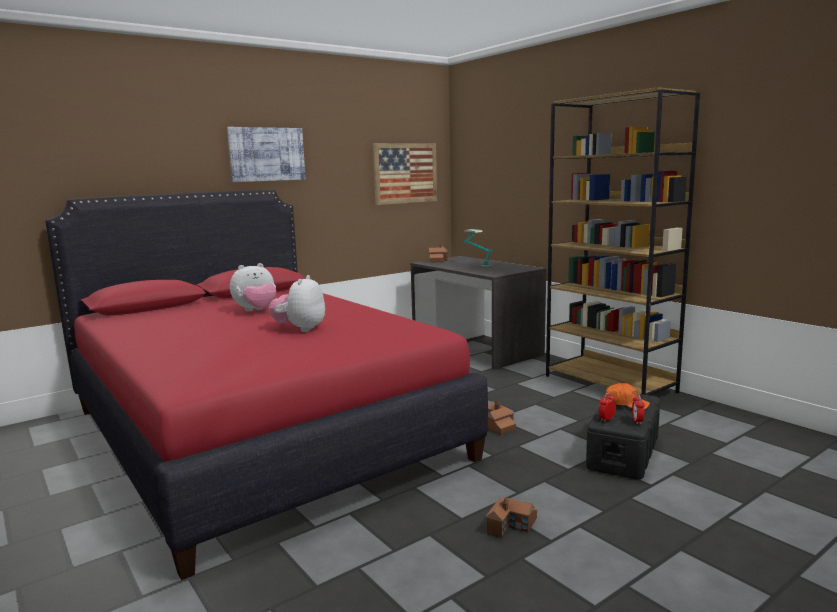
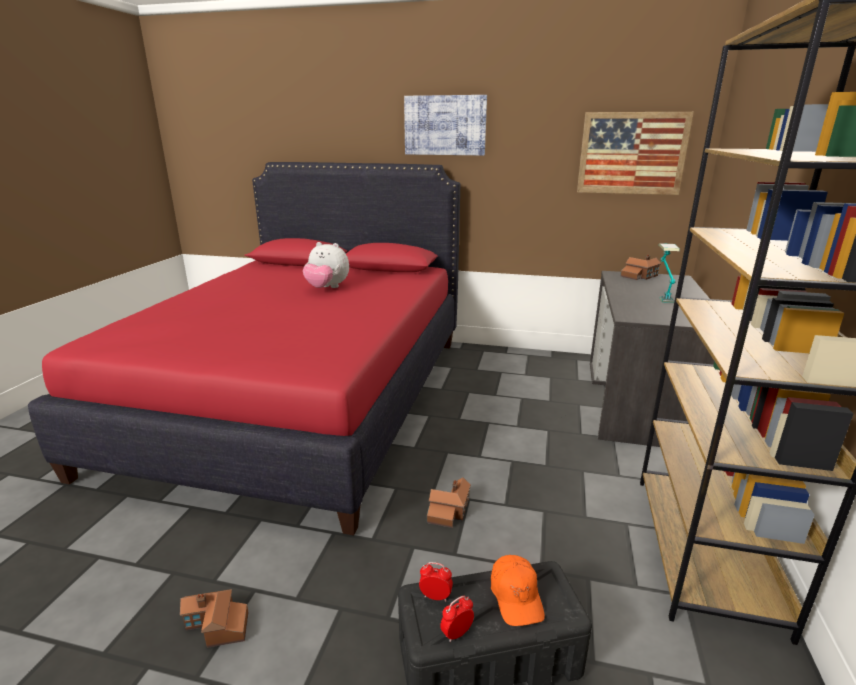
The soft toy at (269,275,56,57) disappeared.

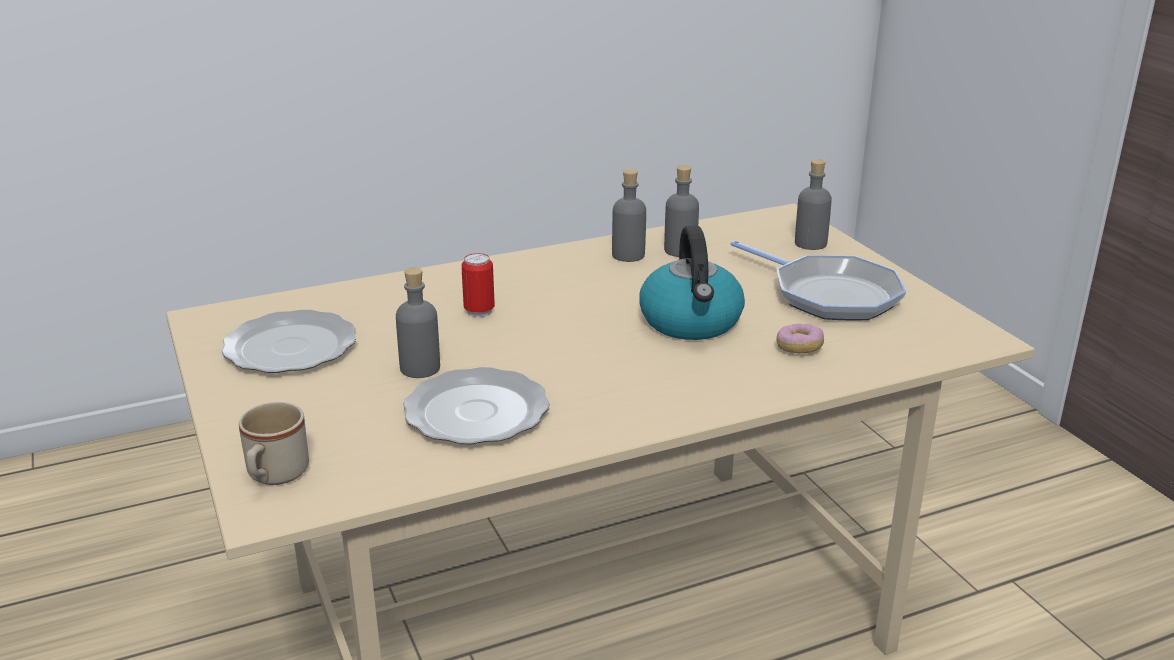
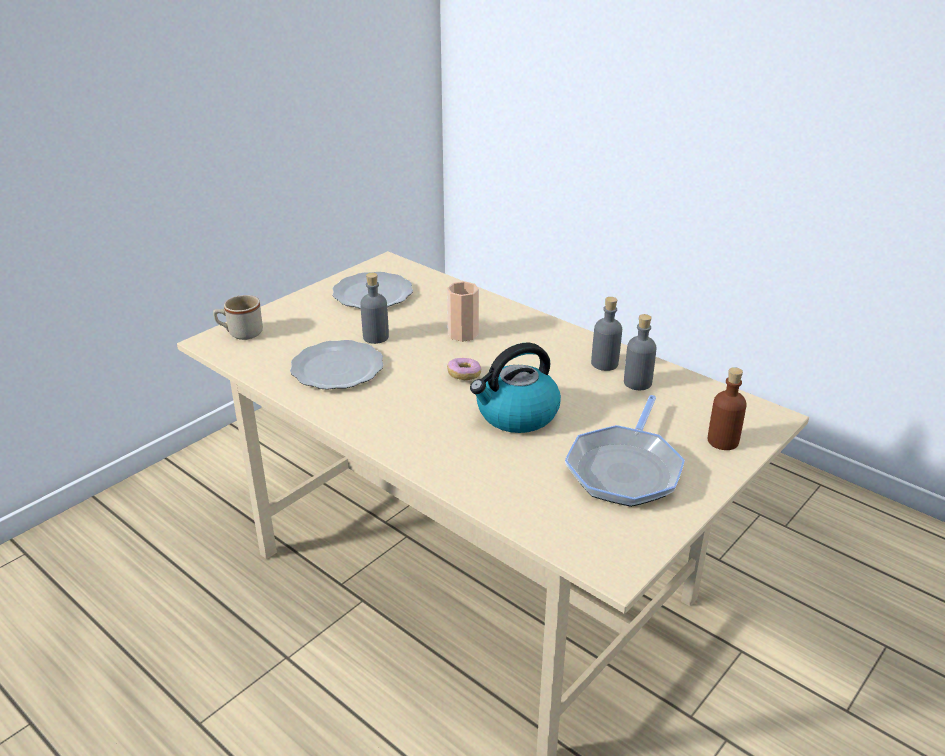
The ring doughnut moved from (777,324,47,29) to (447,358,34,22). The metal can at (462,253,33,64) was replaced by the drinking cup at (447,281,32,61). The grey bottle at (795,159,37,91) became the brownish bottle at (707,367,40,83).

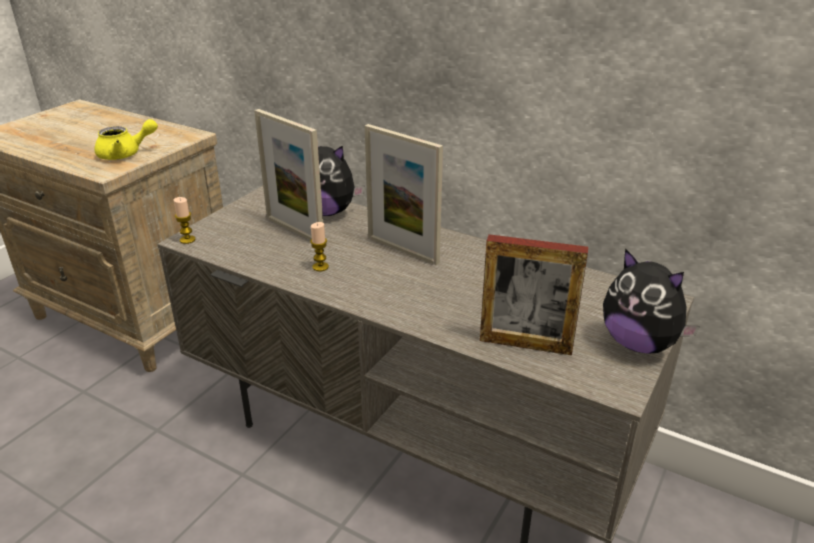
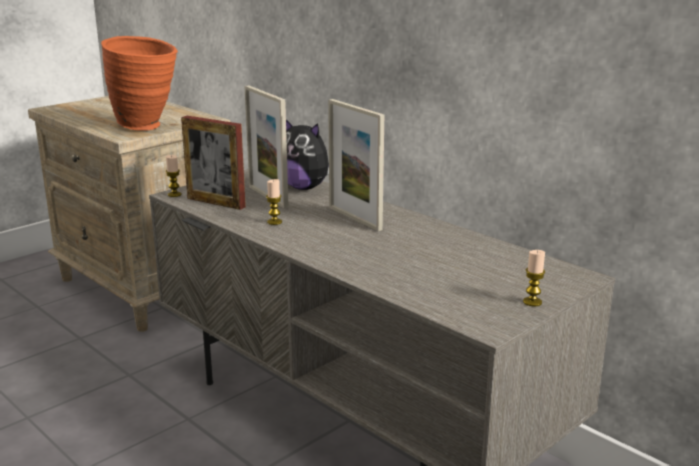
The photo frame moved from (480,234,108,121) to (181,116,65,94). The yellow tea pot at (94,119,64,41) was replaced by the orangey flower vase at (101,36,77,95). The soft toy at (603,248,97,106) was replaced by the wax light at (523,250,22,56).

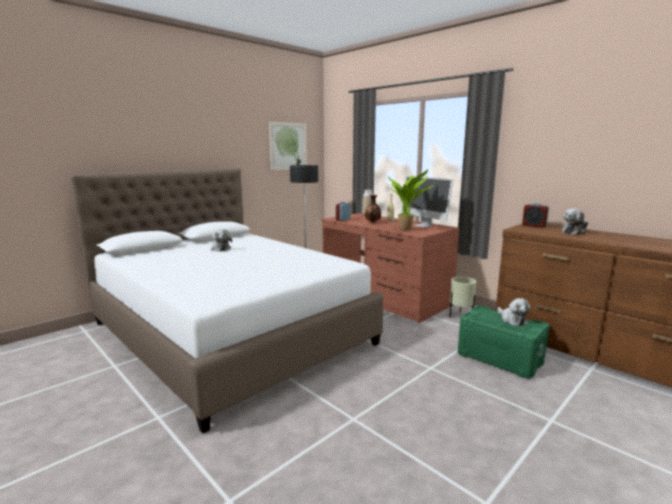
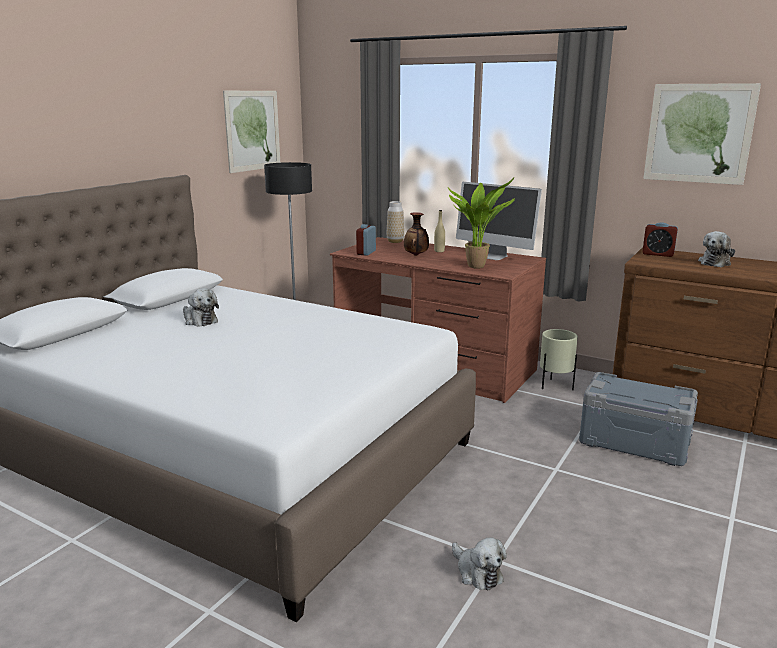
The wall picture at (643,83,118,102) appeared. The soft toy moved from (497,298,34,28) to (452,537,55,53). The greenish storage bin at (458,305,91,74) became the grey storage bin at (579,372,119,94).

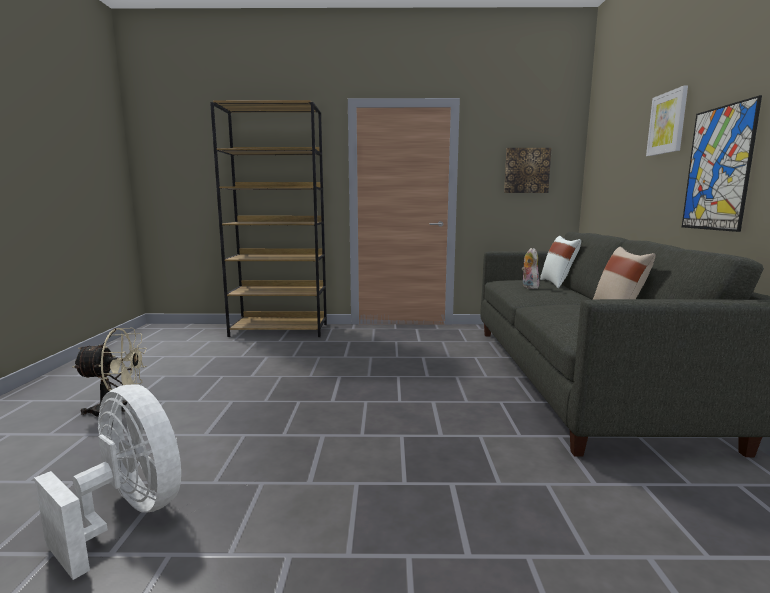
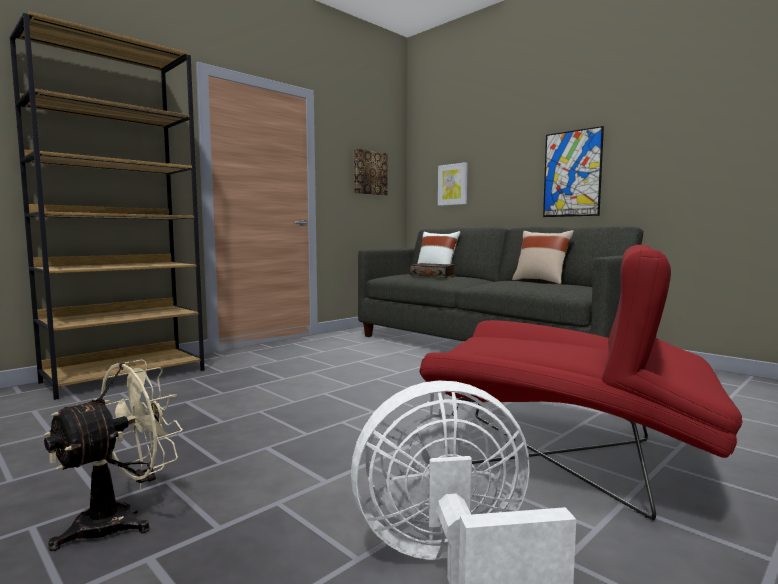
The red armchair at (419,244,324,277) appeared. The wall picture moved from (646,86,42,70) to (438,162,30,44). The soft toy at (522,248,17,41) was replaced by the volume at (410,263,45,15).

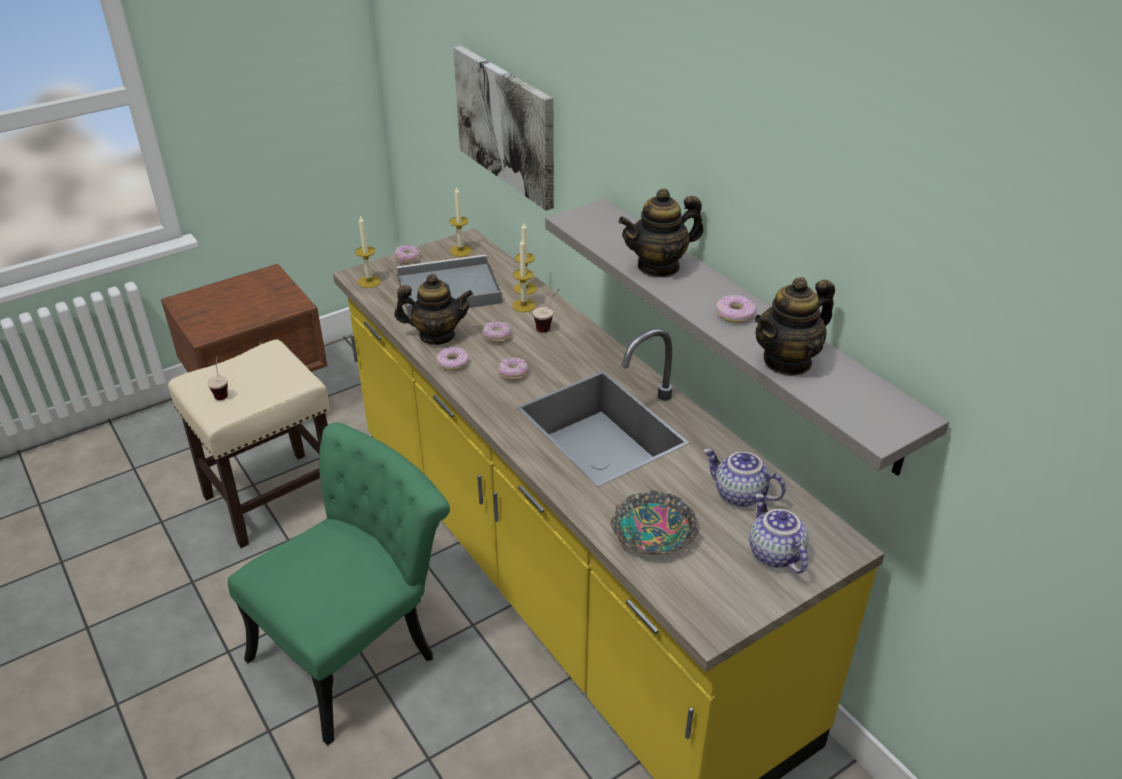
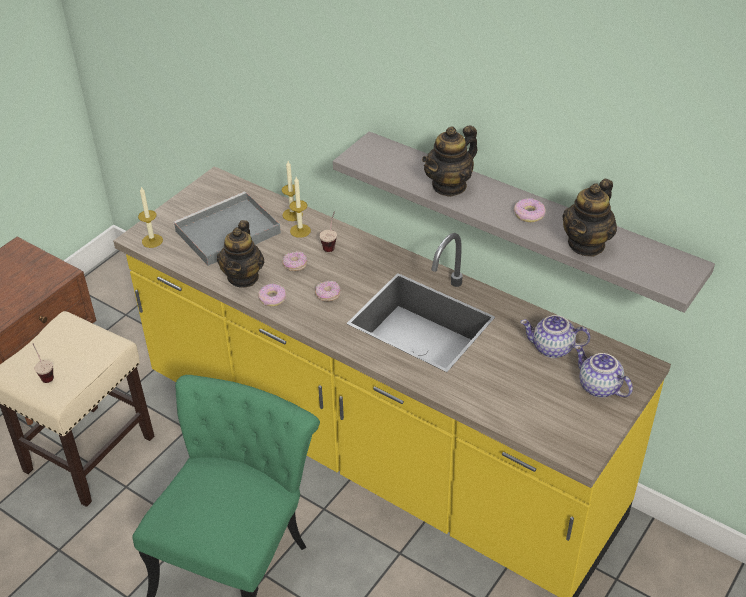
The ring doughnut at (395,245,25,19) disappeared. The wax light at (450,186,22,71) disappeared. The wall picture at (453,46,101,165) disappeared. The serving bowl at (610,490,90,65) disappeared. The tea pot at (394,274,79,71) turned 120 degrees clockwise.

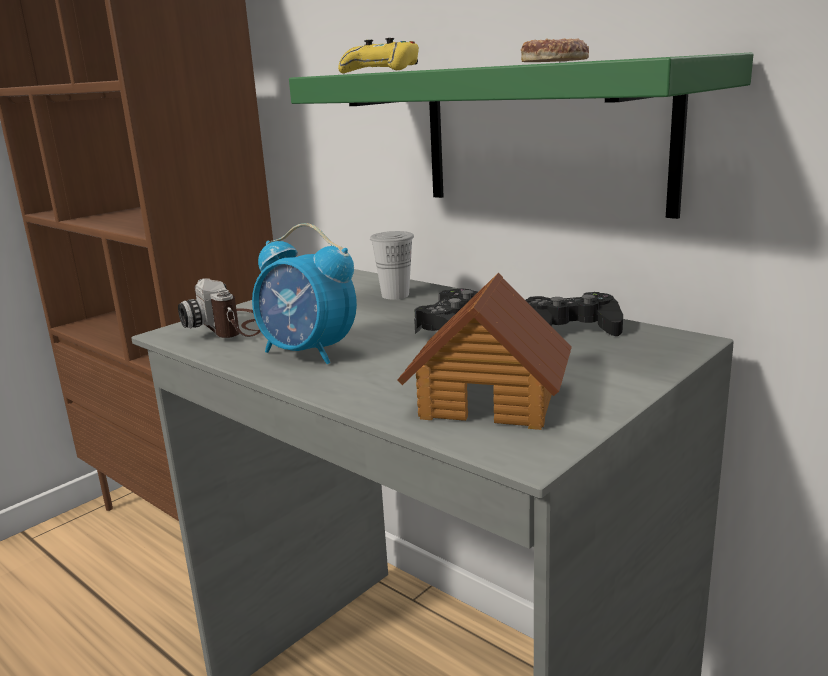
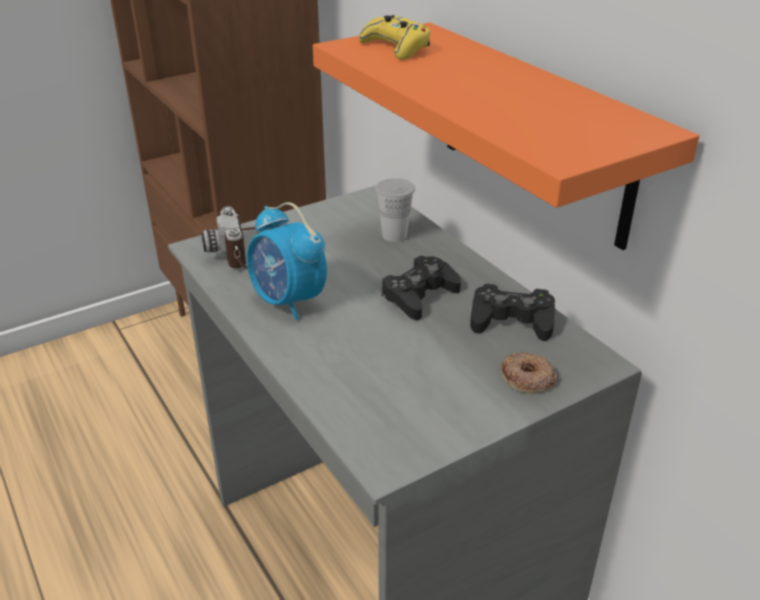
The toy house at (397,273,175,157) disappeared. The ring doughnut moved from (521,38,68,24) to (501,351,56,42). The greenish bracket shelf at (289,53,464,166) became the orangey bracket shelf at (313,23,386,227).

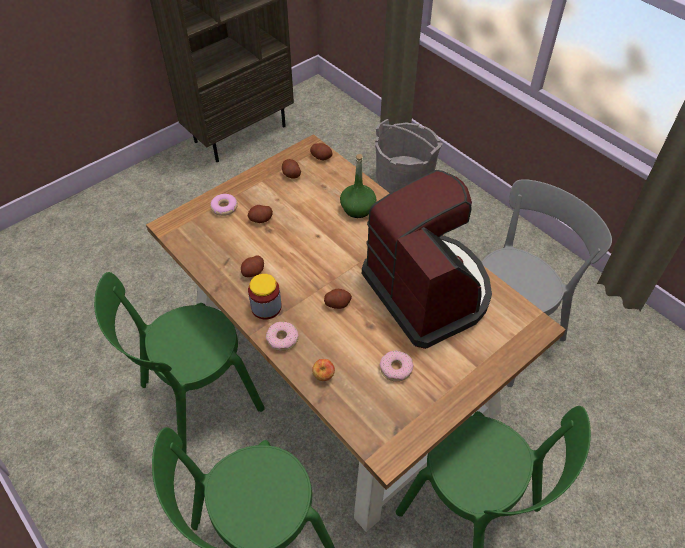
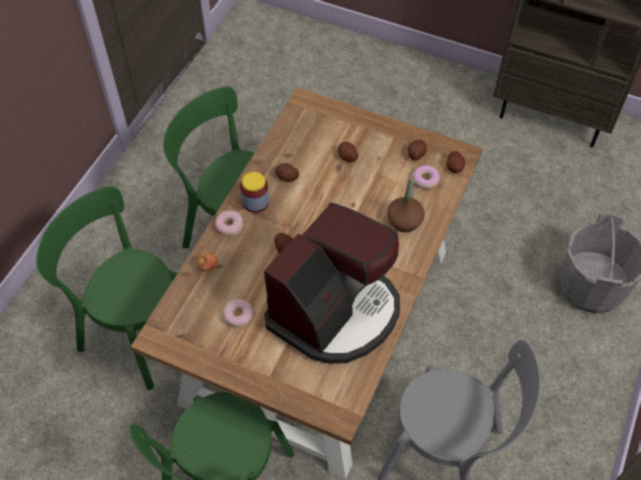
The ring doughnut moved from (210,194,28,22) to (413,165,27,24). The greenish bottle at (340,154,36,64) became the brownish bottle at (387,175,38,57).

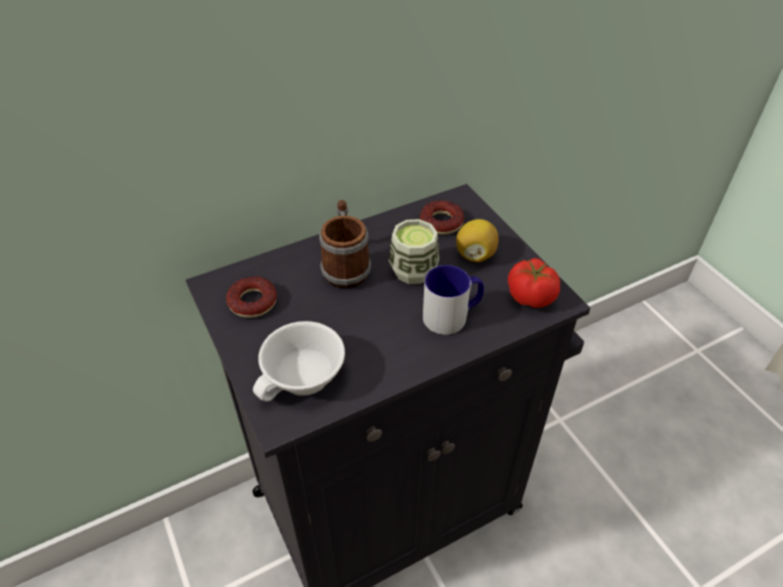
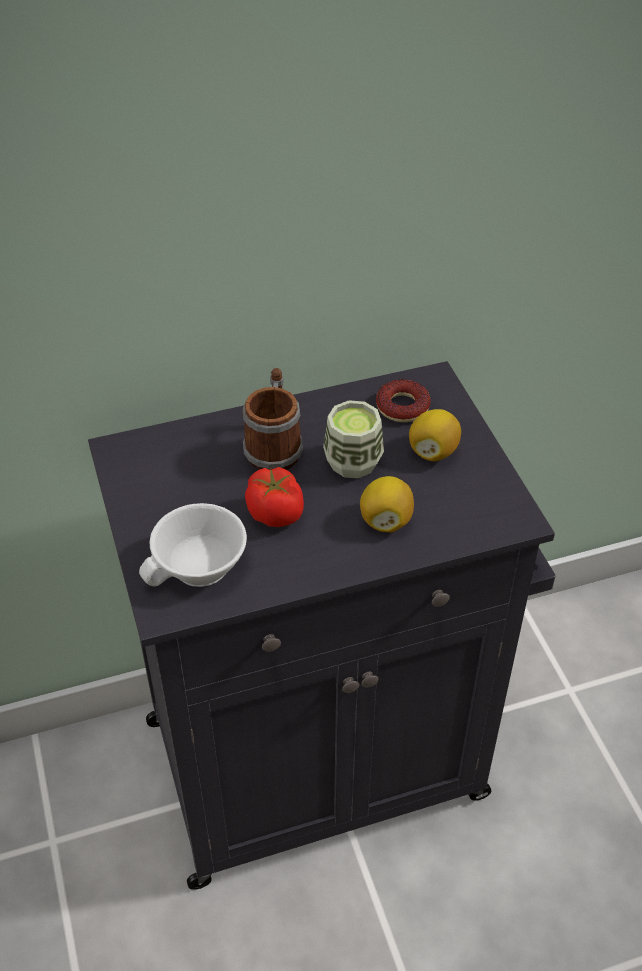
The ring doughnut at (226,276,51,42) disappeared. The whole tomato moved from (508,258,52,50) to (245,467,59,60). The coffee mug at (423,265,61,70) was replaced by the citrus fruit at (360,476,54,56).

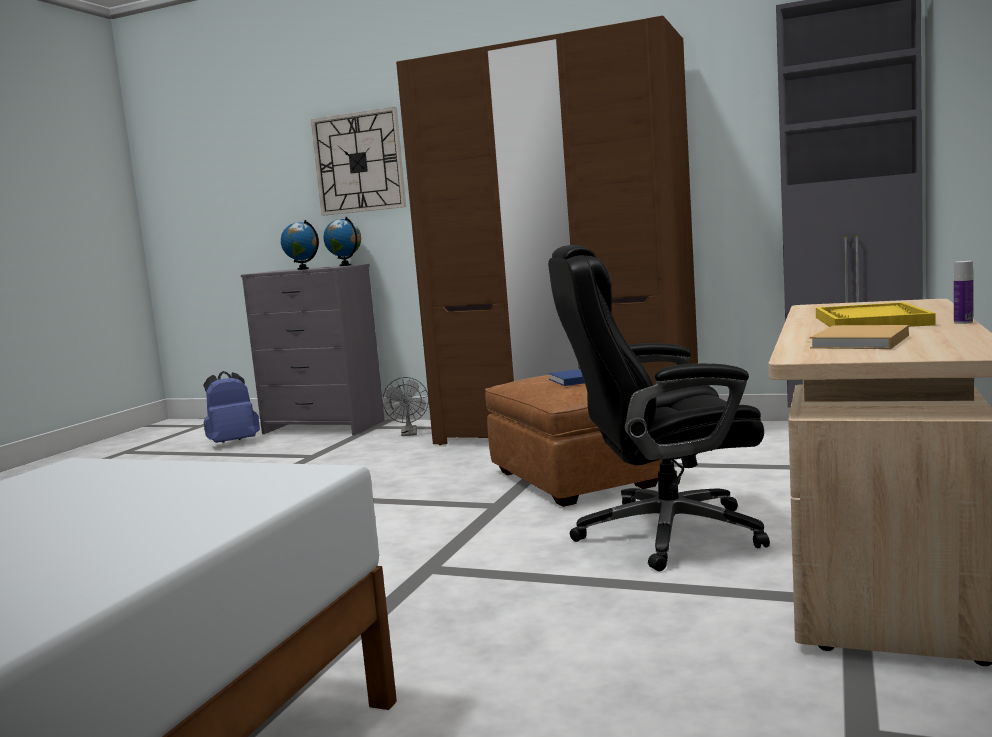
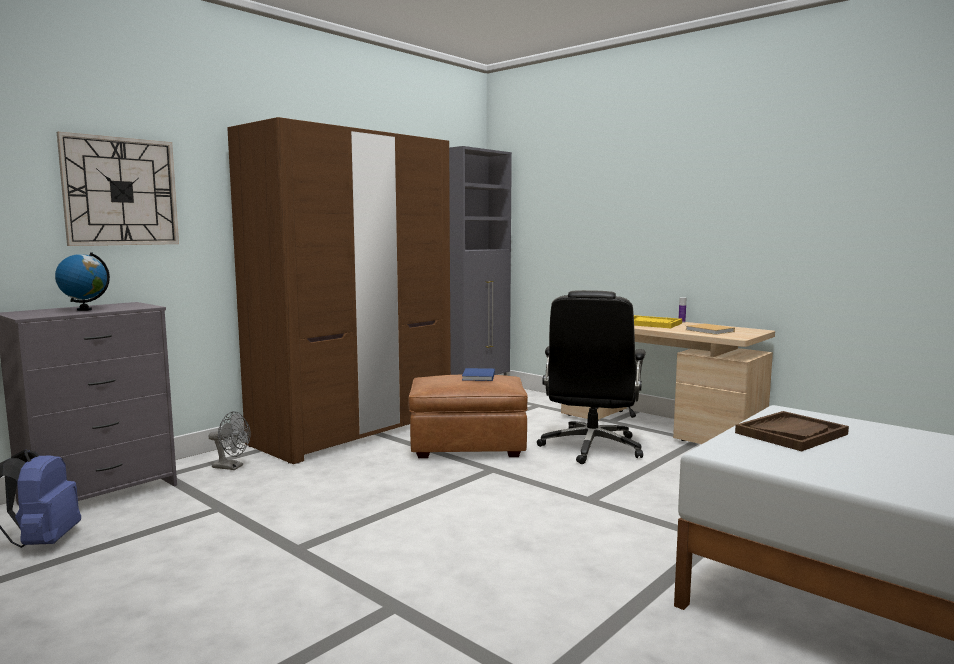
The desk globe at (324,217,37,49) disappeared. The brownish serving tray at (735,411,114,40) appeared.

